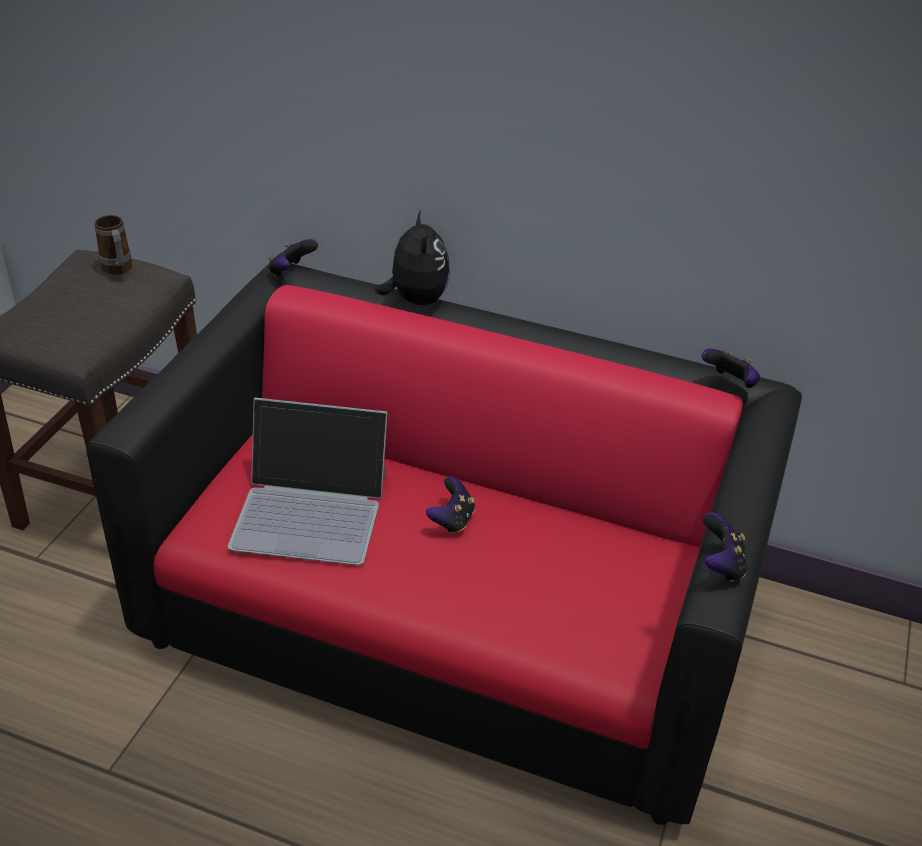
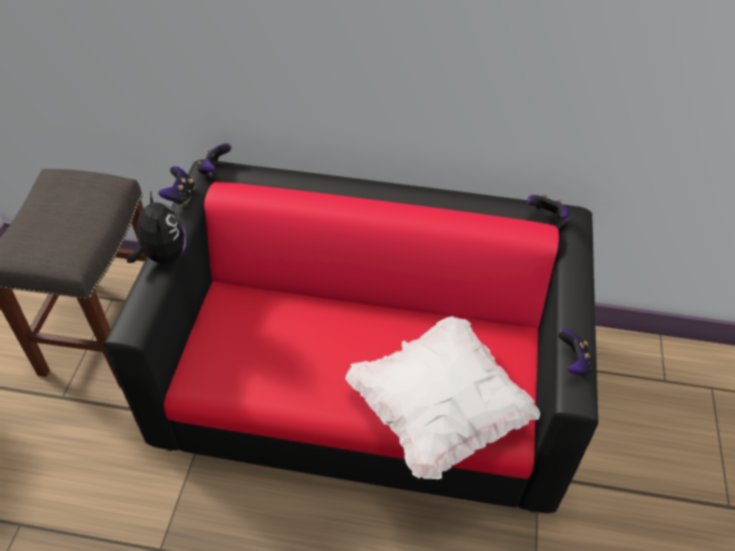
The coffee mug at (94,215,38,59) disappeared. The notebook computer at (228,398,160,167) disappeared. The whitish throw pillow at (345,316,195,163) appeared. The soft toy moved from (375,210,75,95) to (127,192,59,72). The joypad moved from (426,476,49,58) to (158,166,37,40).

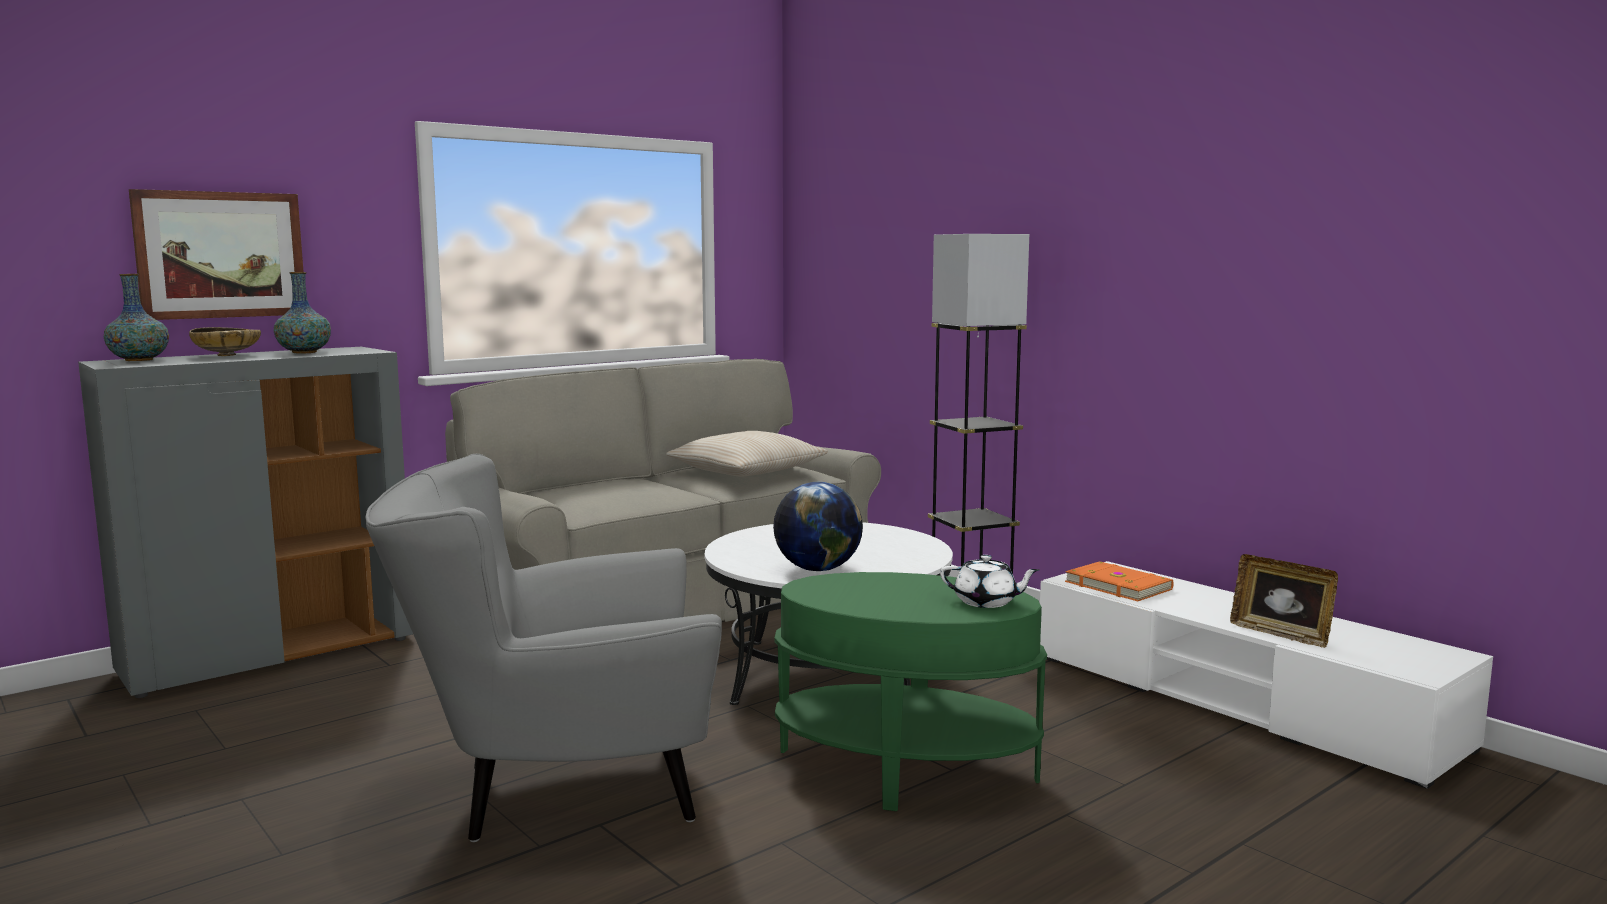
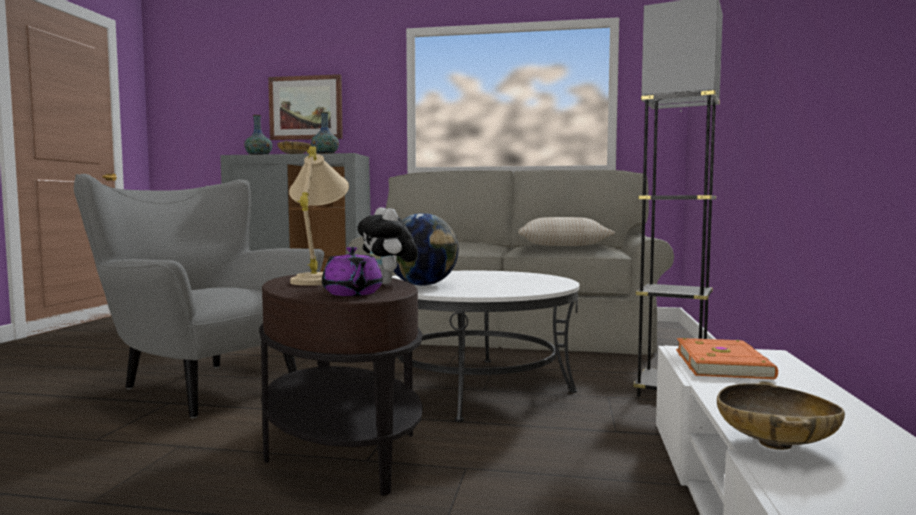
The sand-coloured tabletop lamp at (289,146,60,140) appeared. The soft toy at (357,207,61,77) appeared. The photo frame at (1230,554,108,94) was replaced by the sand-coloured serving bowl at (717,381,128,69). The greenish side table at (774,572,273,239) became the brownish side table at (259,274,164,222). The whitish tea pot at (940,555,99,53) became the purplish tea pot at (322,247,61,49).

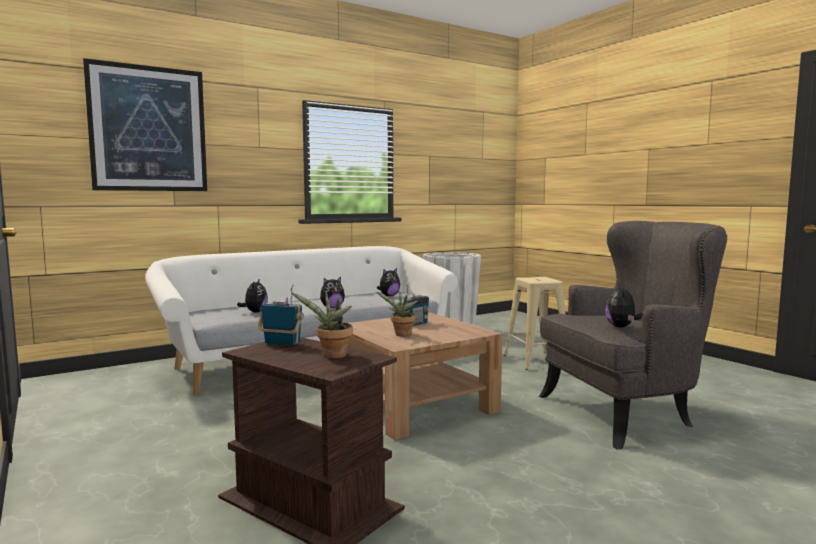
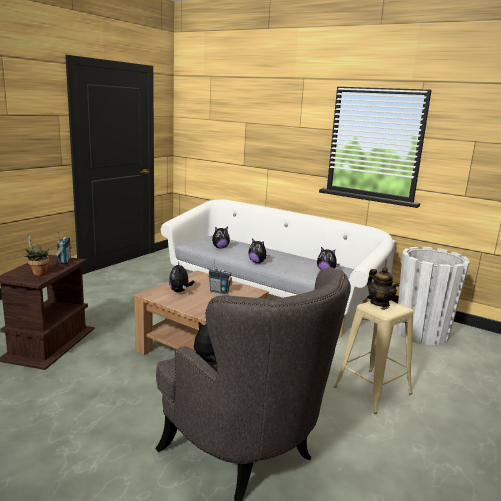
The wall picture at (83,58,124,133) disappeared. The tea pot at (367,267,32,40) appeared. The potted plant at (377,292,42,44) was replaced by the soft toy at (169,262,25,31).

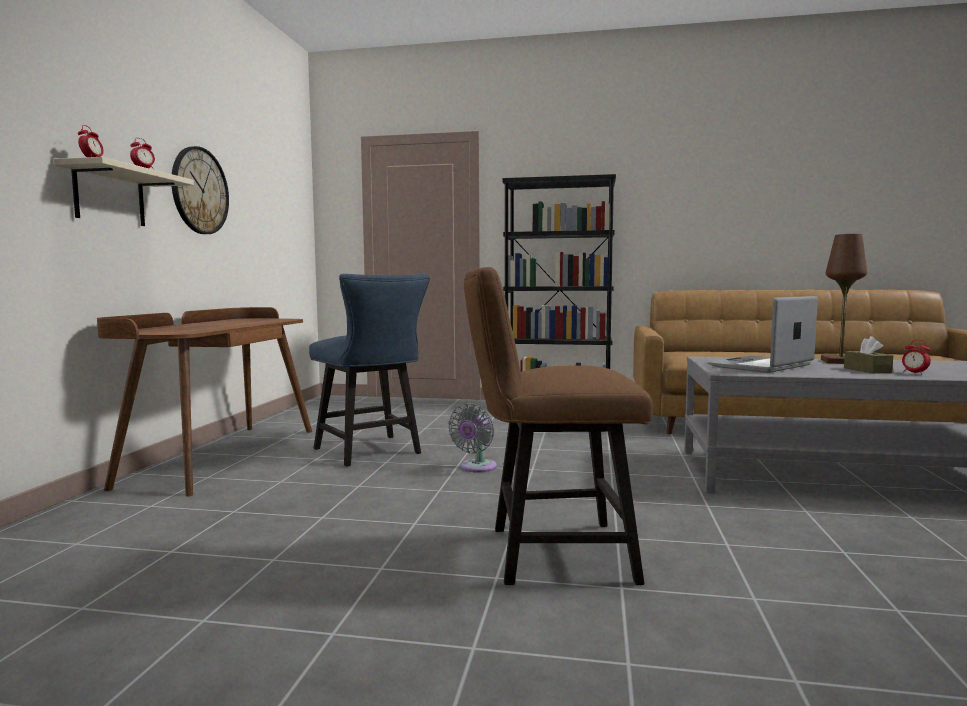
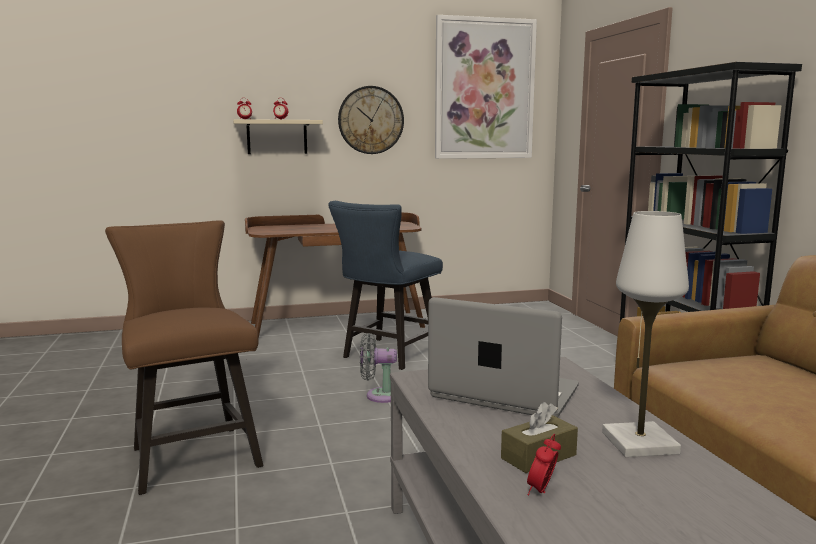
The wall picture at (435,15,102,144) appeared. The brownish tabletop lamp at (821,234,46,130) became the whitish tabletop lamp at (602,211,87,246).

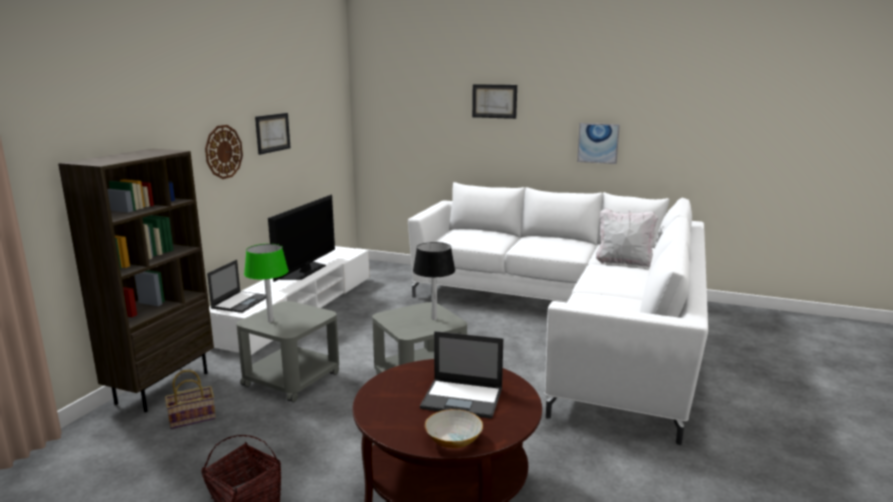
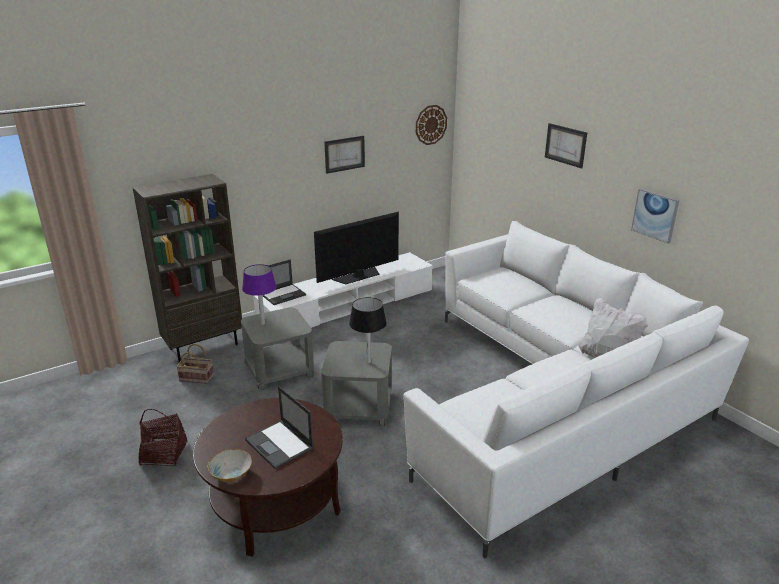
The wall clock moved from (205,125,38,54) to (416,105,31,40). The greenish tabletop lamp at (244,244,45,78) became the purplish tabletop lamp at (242,264,35,61).

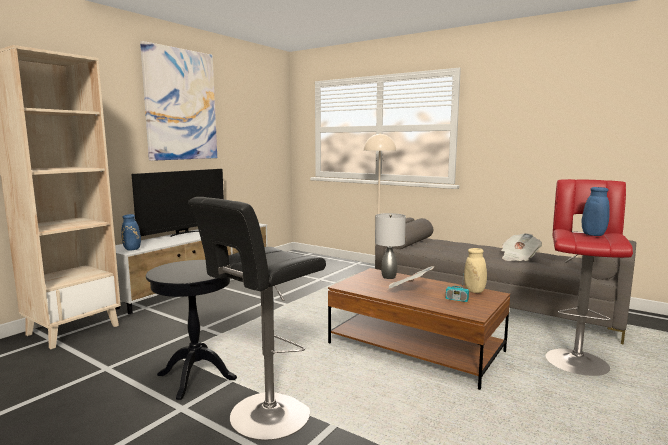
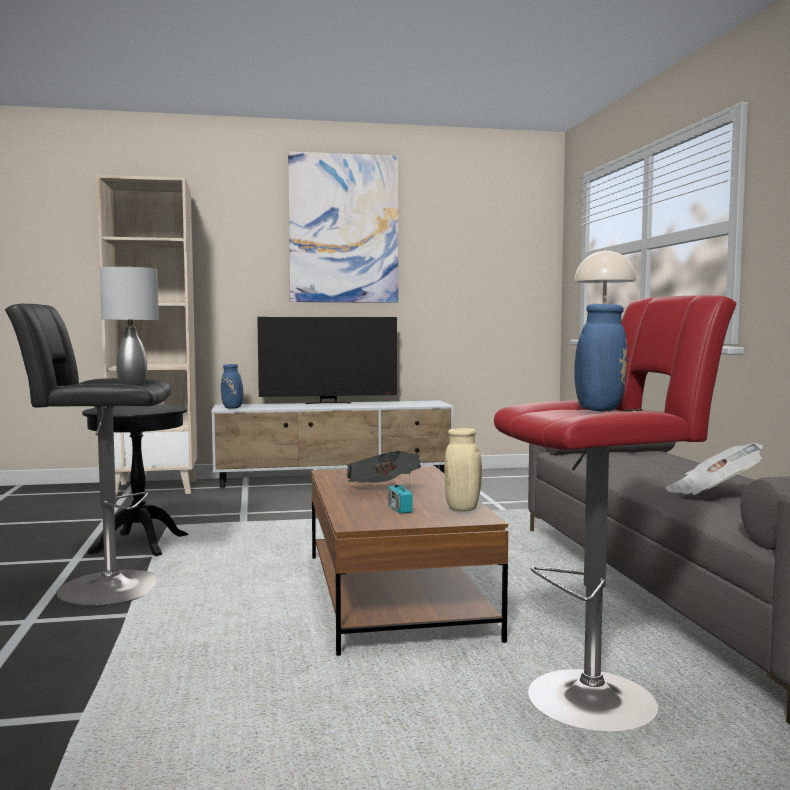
The grey tabletop lamp moved from (375,213,31,66) to (100,267,59,118).

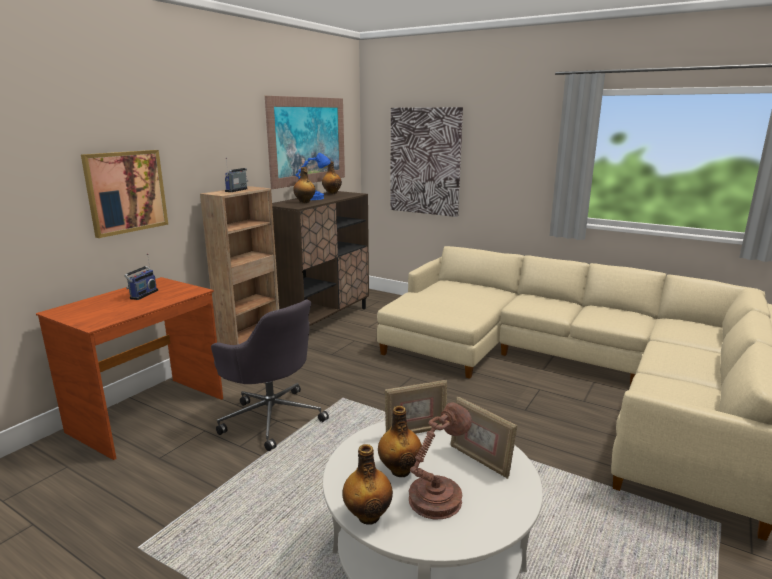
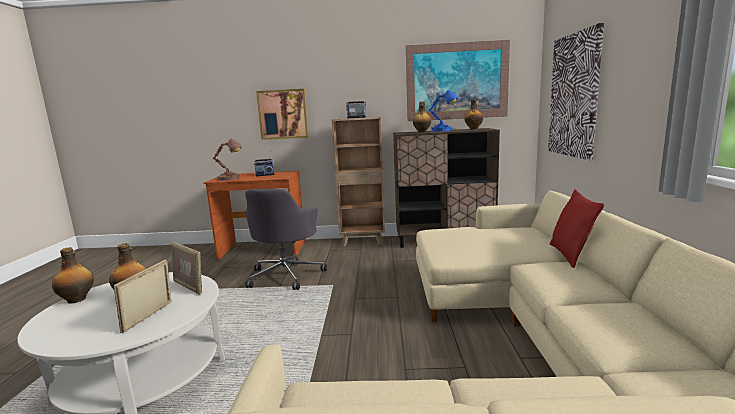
The red throw pillow at (550,189,54,79) appeared. The brownish tabletop lamp moved from (409,402,63,117) to (213,139,29,42).

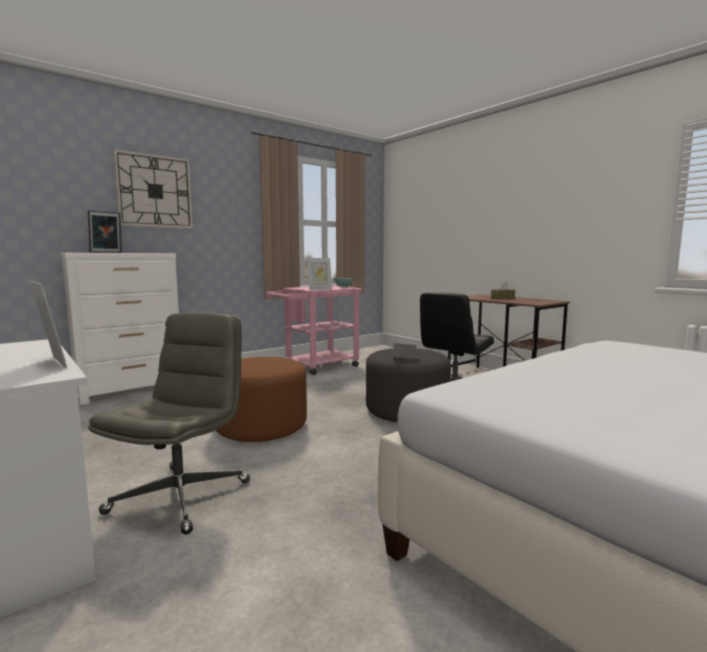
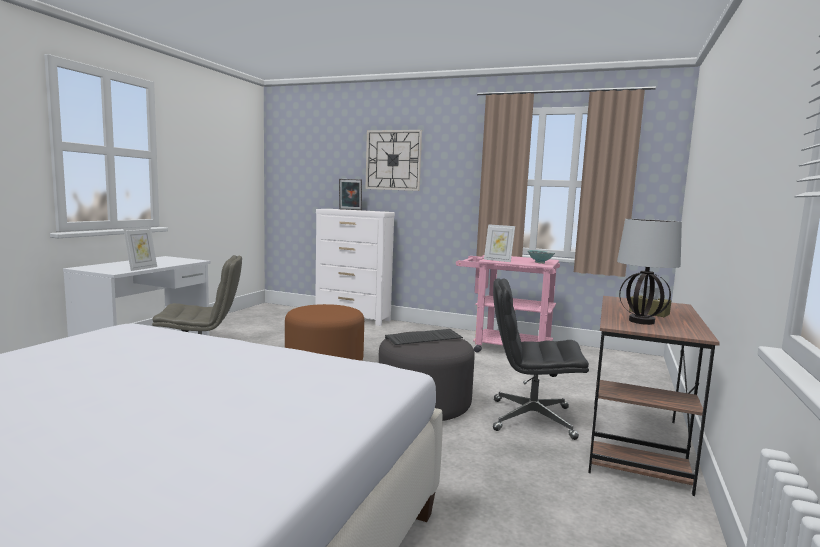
The tabletop lamp at (617,219,65,106) appeared.

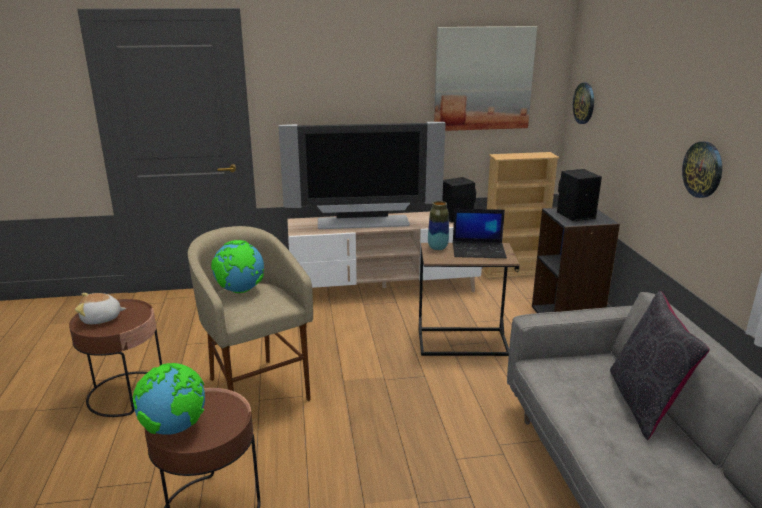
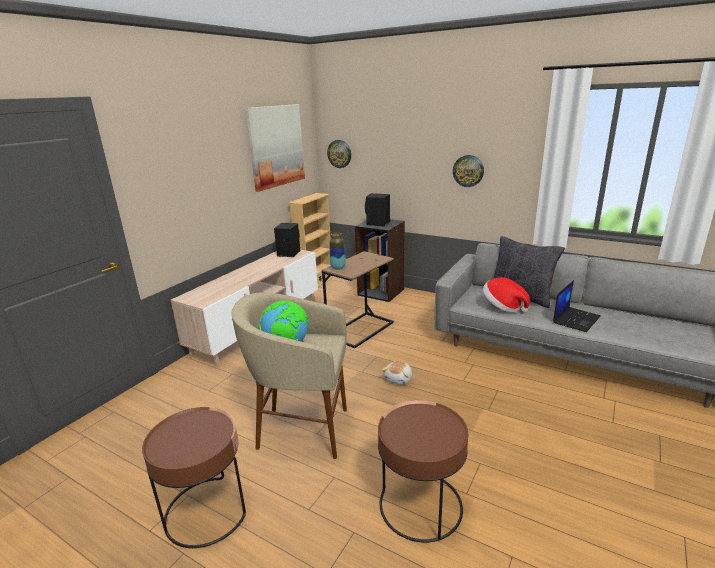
The desk globe at (133,363,72,72) disappeared. The television at (278,122,168,107) disappeared. The hat at (483,277,47,36) appeared. The soft toy moved from (75,293,51,31) to (382,361,30,24). The notebook computer moved from (453,209,54,49) to (553,280,47,52).

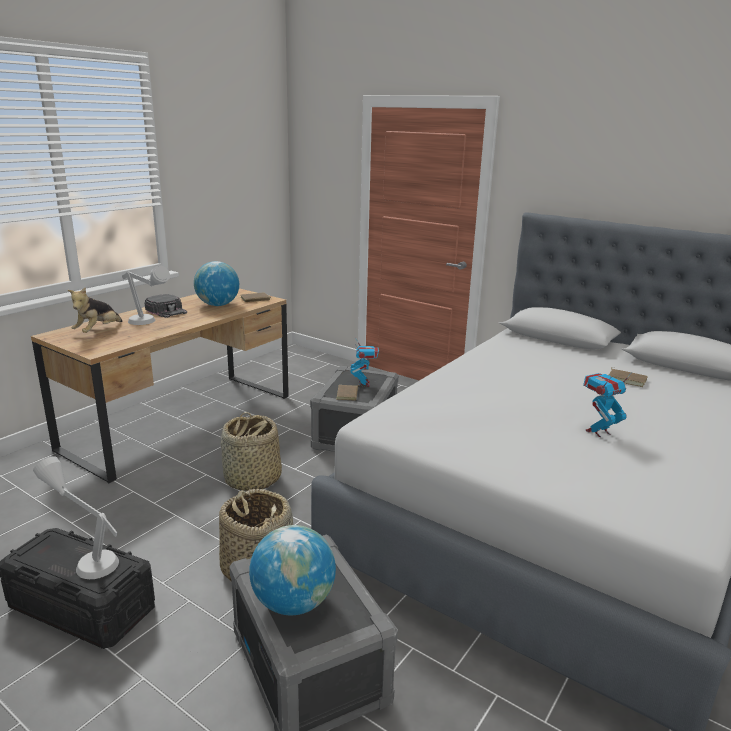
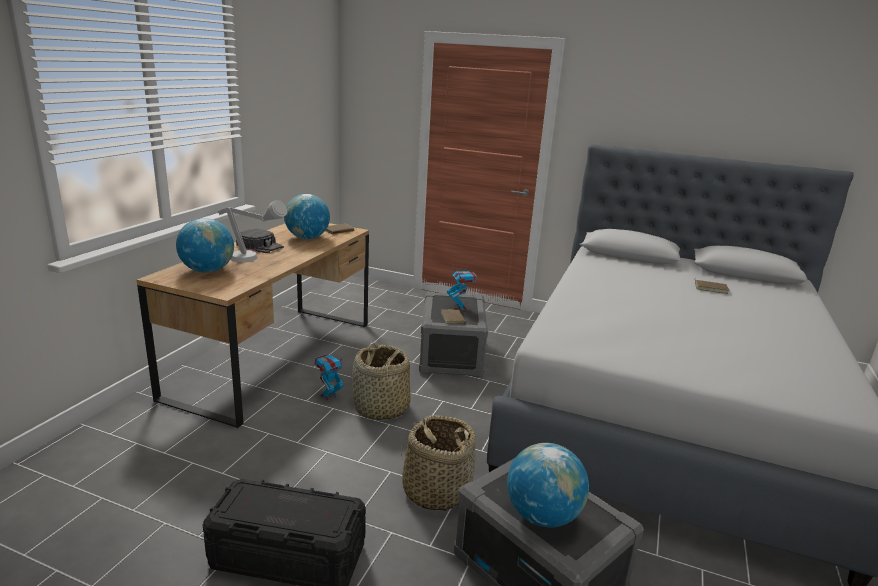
The grey tabletop lamp at (33,456,86,123) disappeared. The model robot moved from (583,372,49,65) to (314,354,30,47). The soft toy at (68,288,55,45) was replaced by the desk globe at (176,218,58,55).

